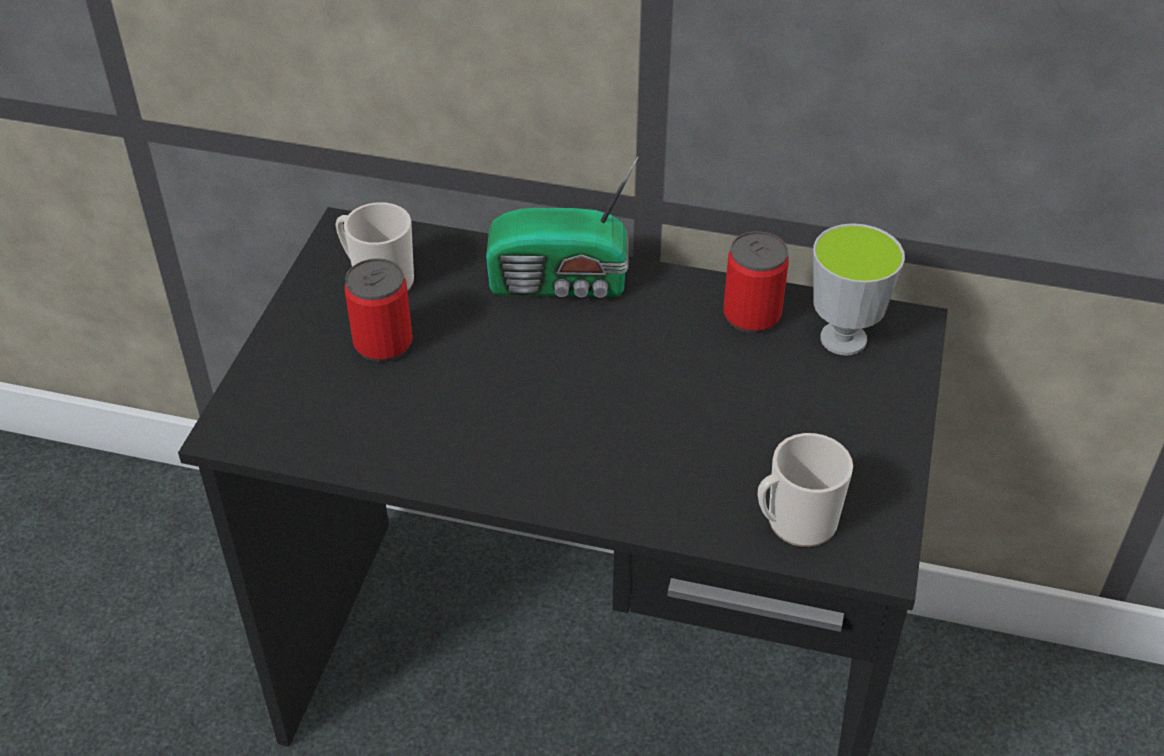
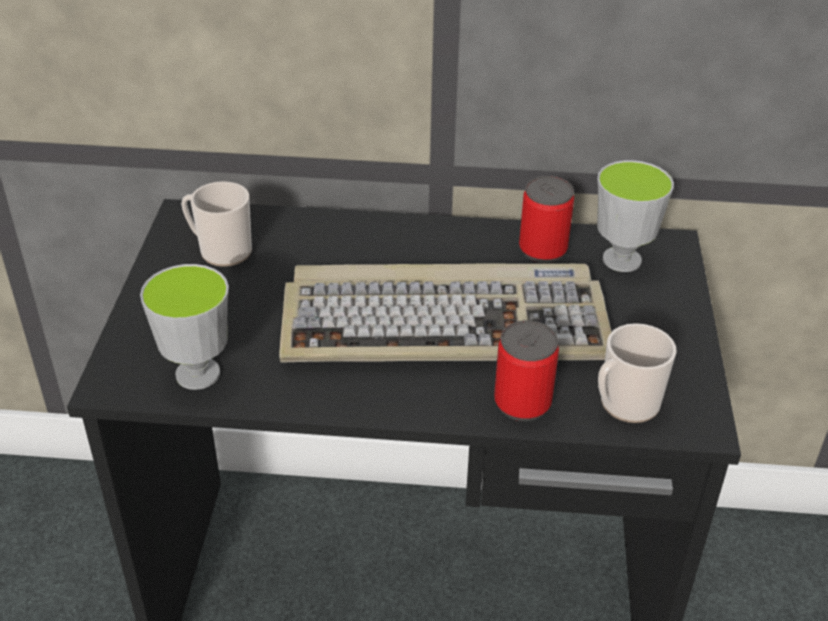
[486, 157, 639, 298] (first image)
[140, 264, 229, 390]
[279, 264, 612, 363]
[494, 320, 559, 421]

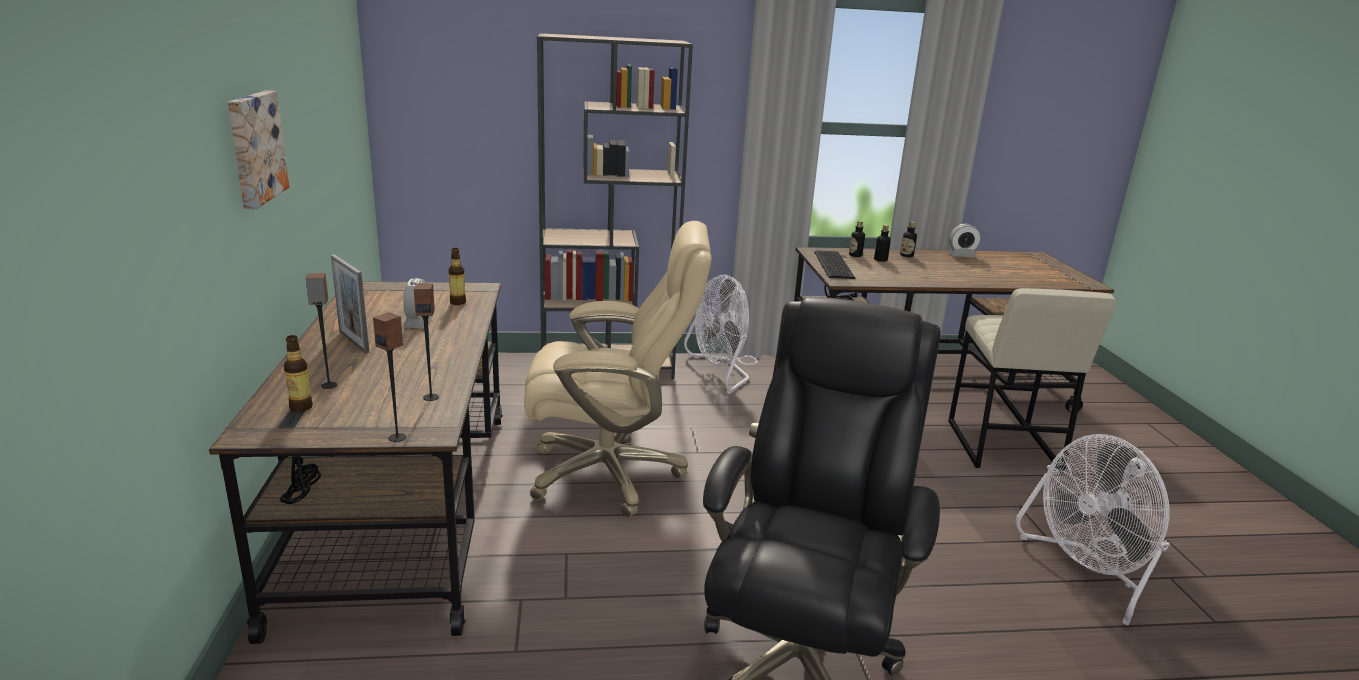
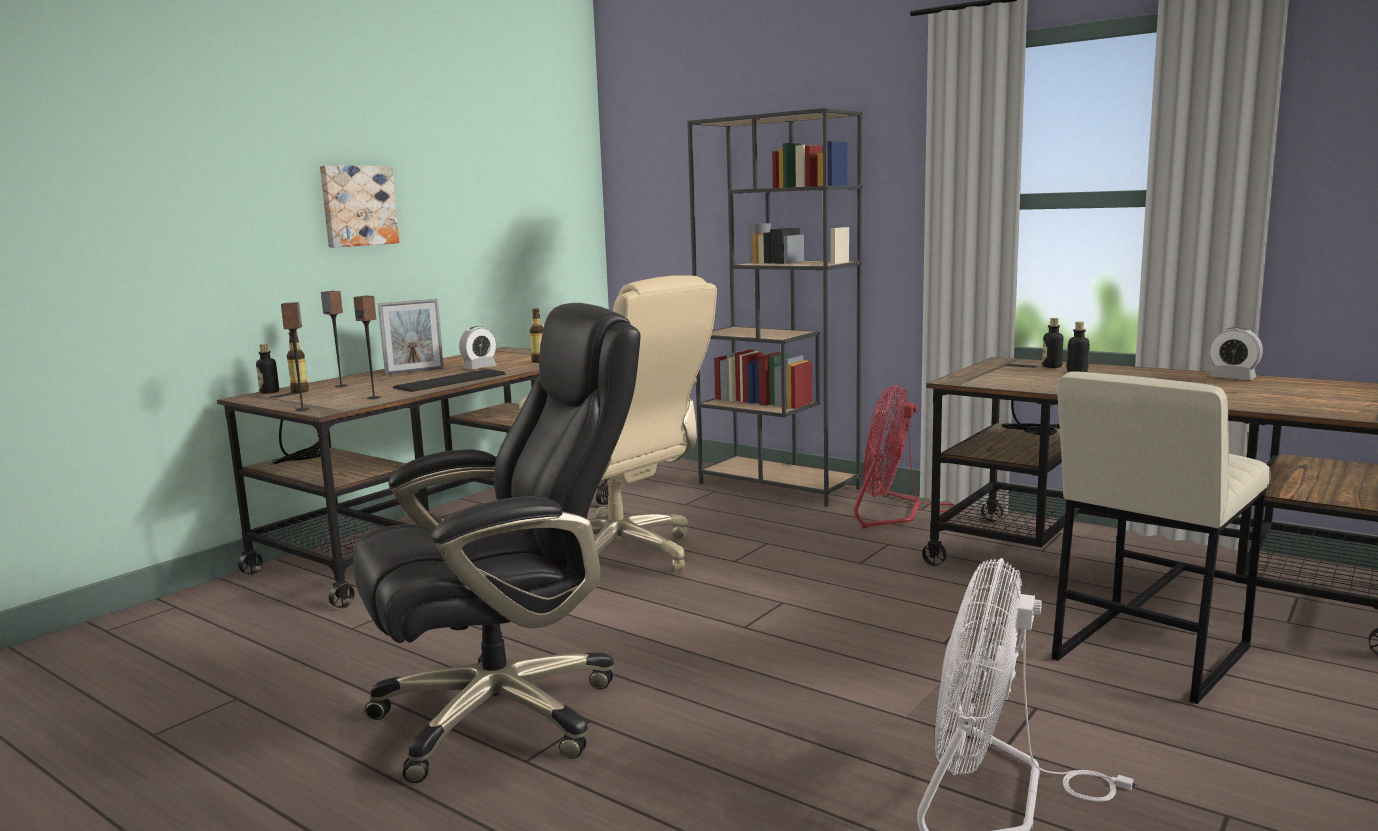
[393, 369, 506, 392]
[256, 344, 279, 394]
[854, 385, 968, 529]
[378, 299, 444, 375]

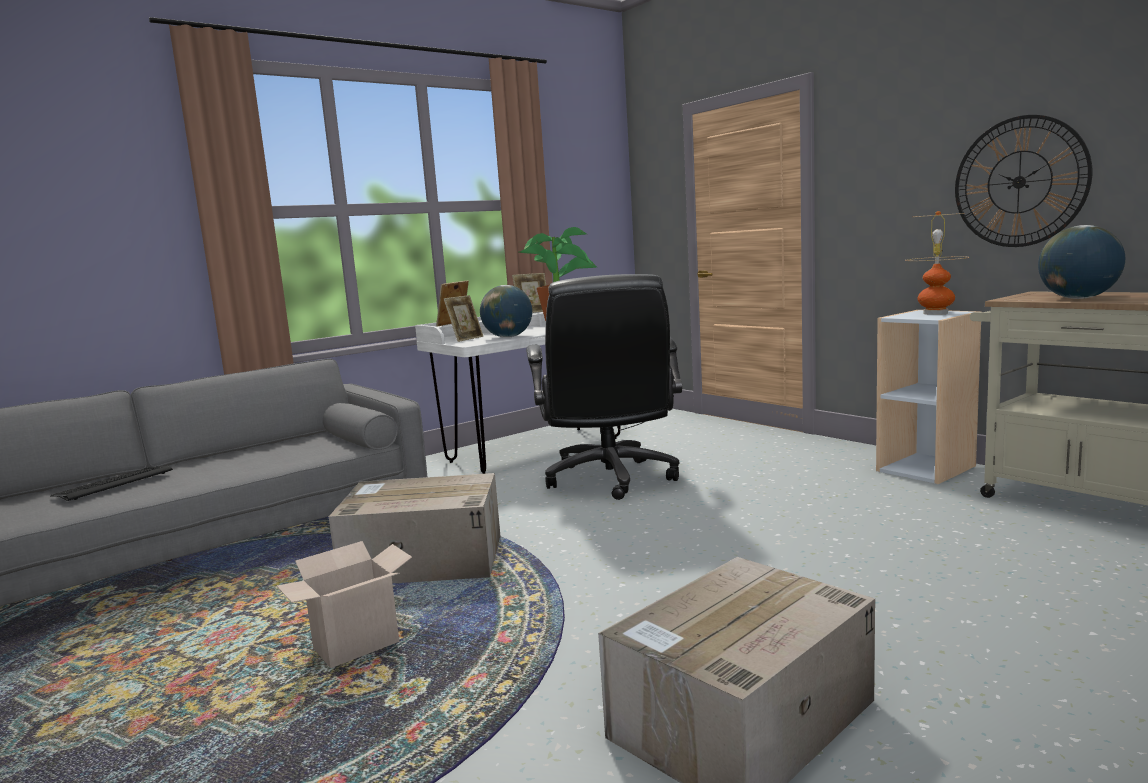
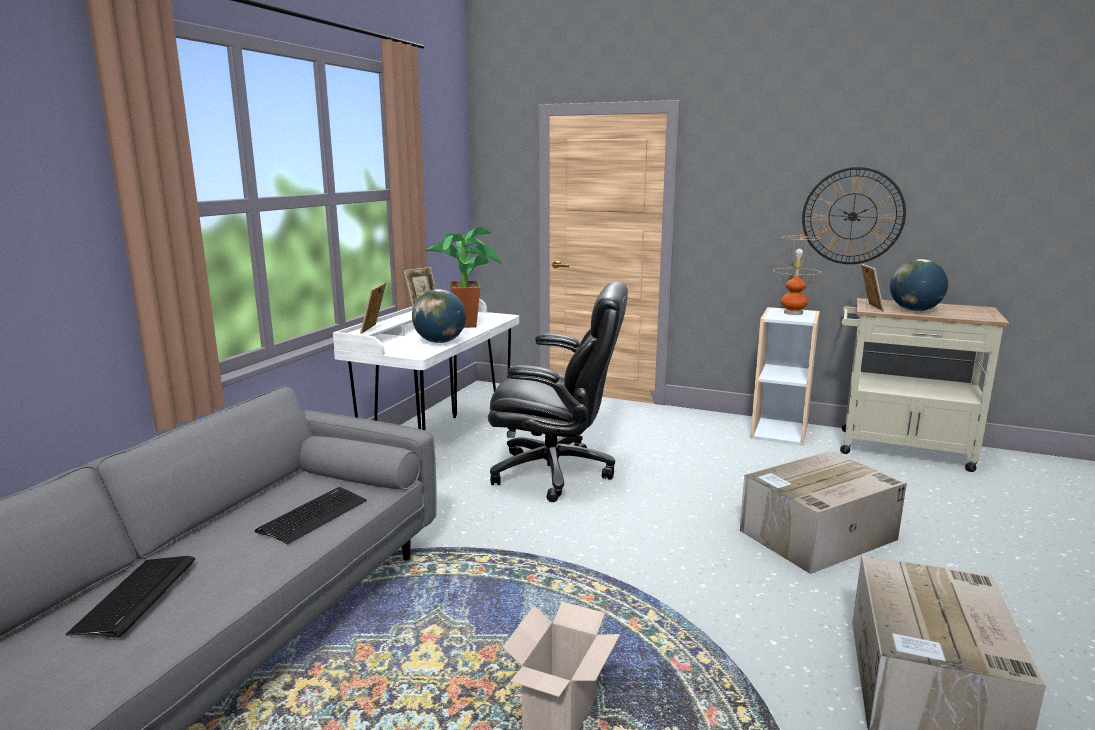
[255, 487, 367, 544]
[740, 451, 907, 574]
[861, 264, 884, 311]
[488, 282, 628, 502]

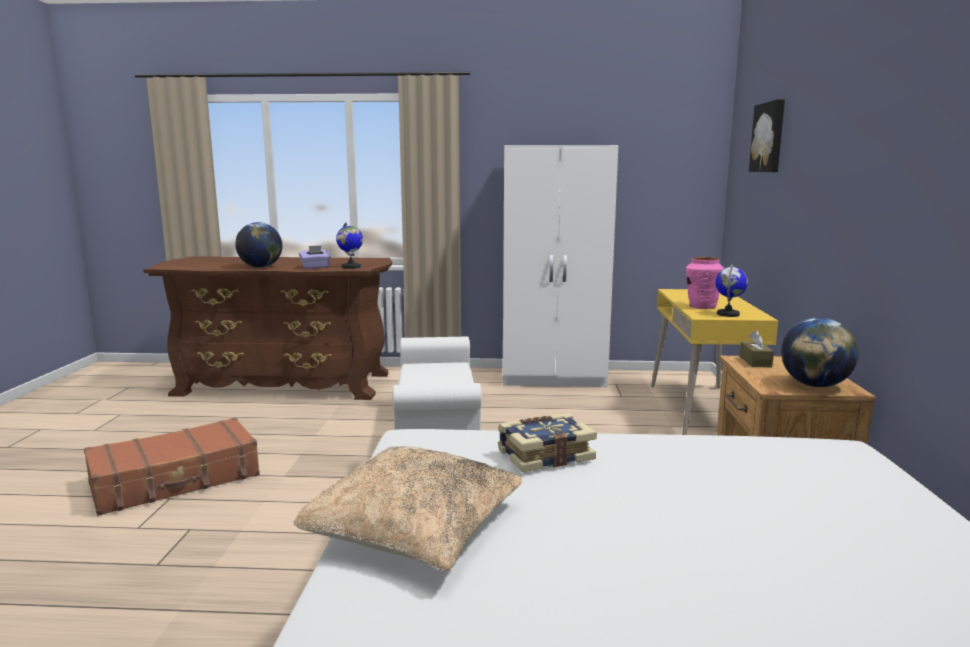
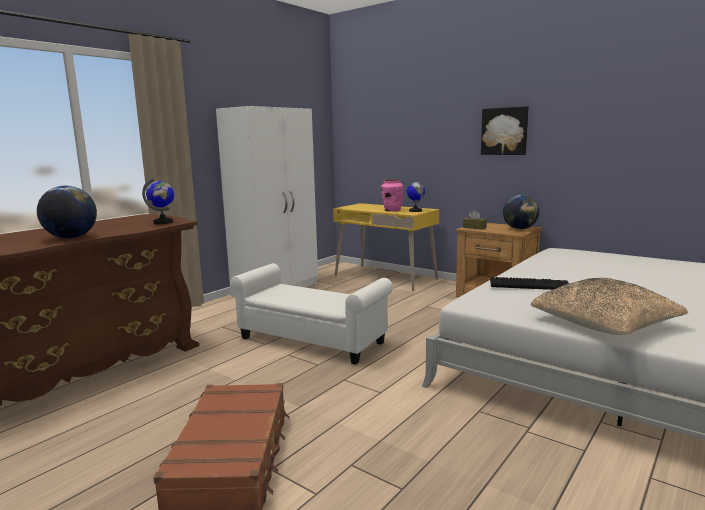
[299, 246, 331, 269] (first image)
[481, 106, 529, 155]
[490, 277, 569, 290]

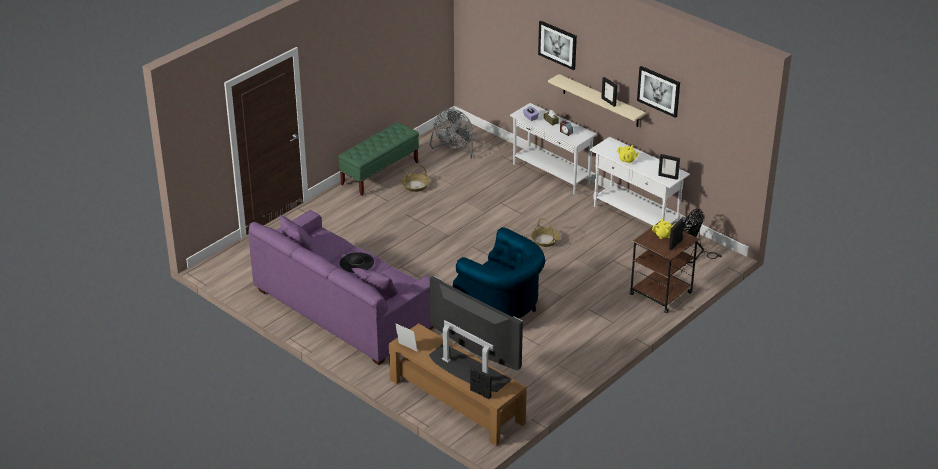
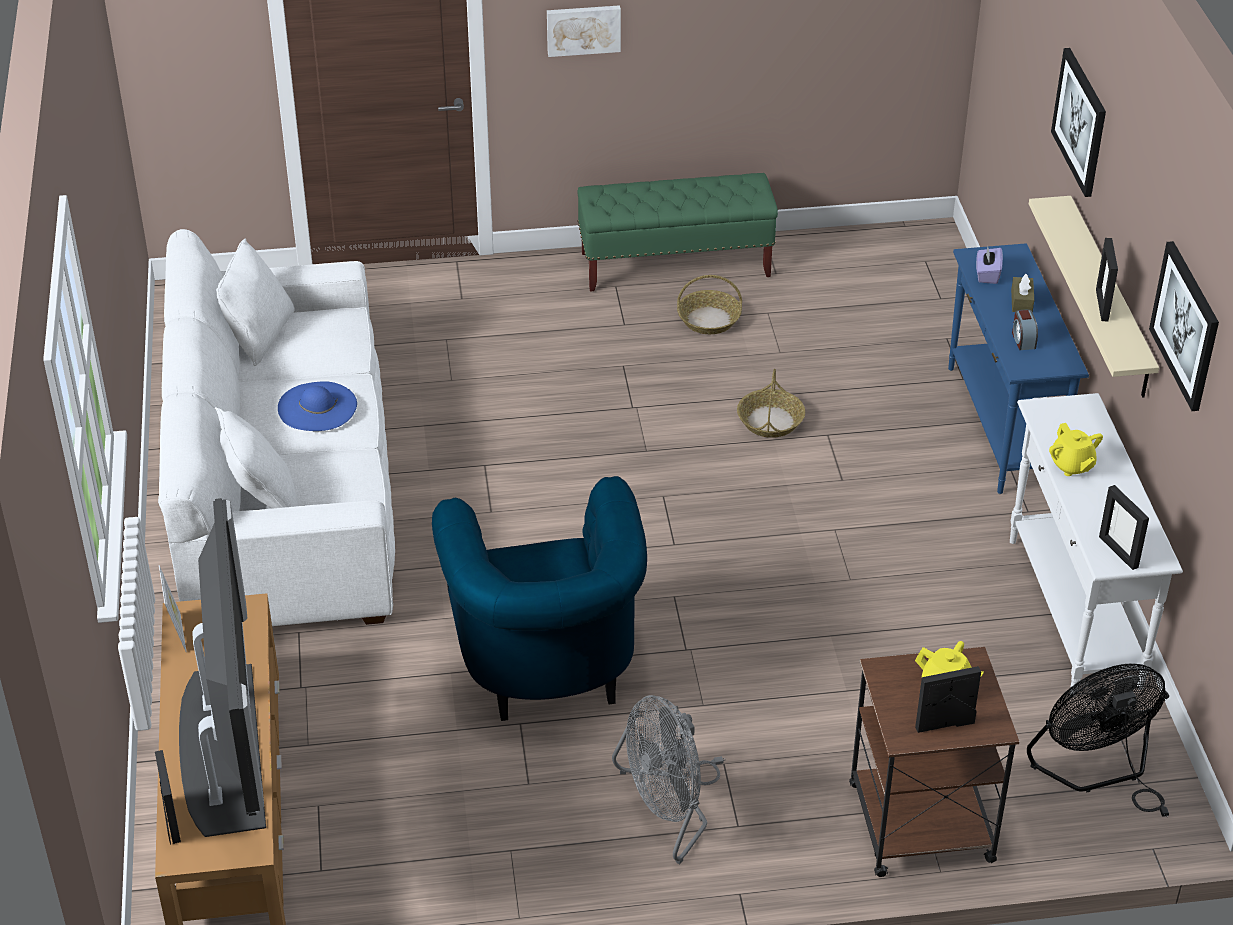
[547, 5, 621, 57]
[612, 695, 726, 864]
[737, 369, 805, 438]
[158, 229, 395, 626]
[278, 381, 357, 431]
[948, 243, 1089, 494]

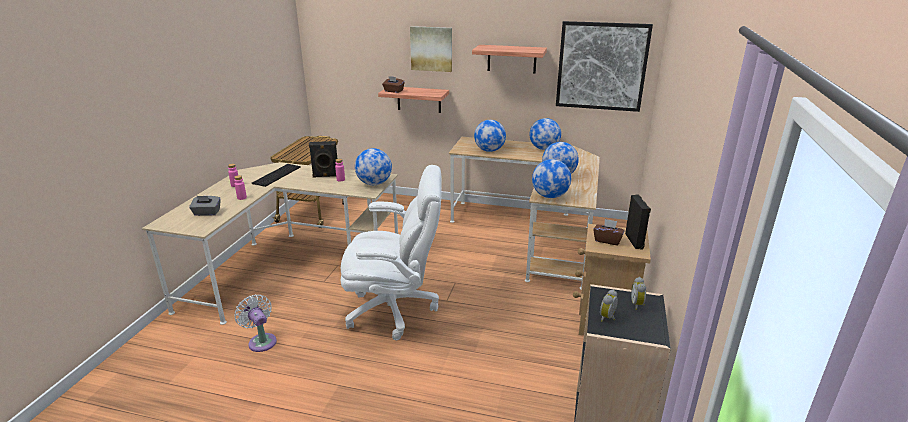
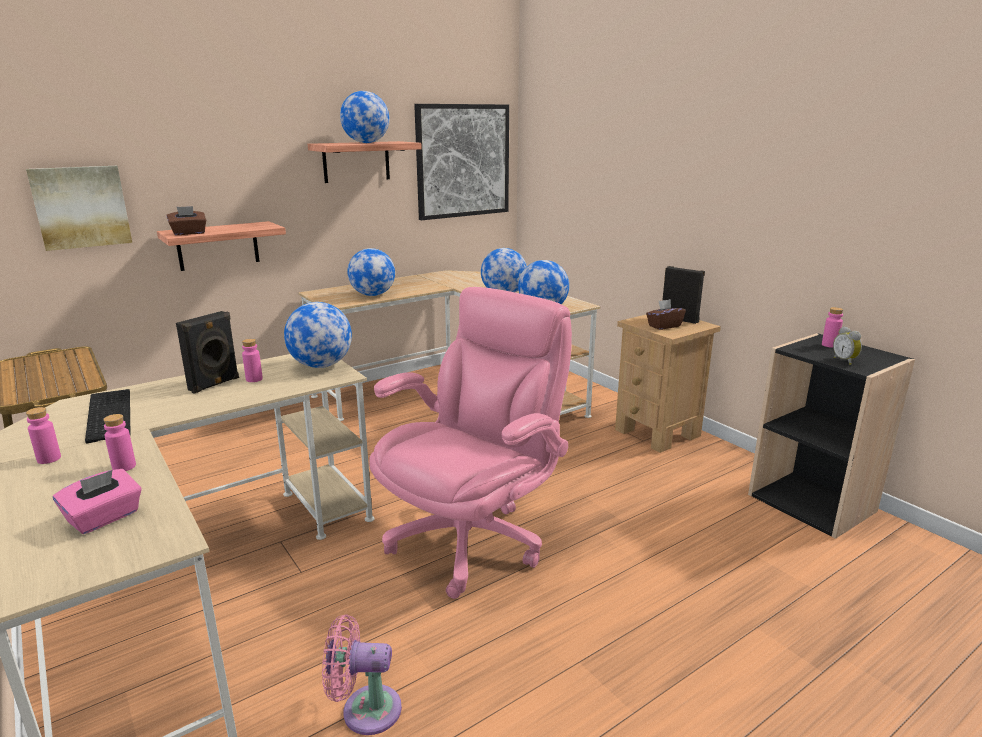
[26, 166, 132, 251]
[340, 91, 389, 143]
[822, 307, 843, 348]
[53, 469, 142, 534]
[322, 614, 402, 735]
[369, 287, 572, 599]

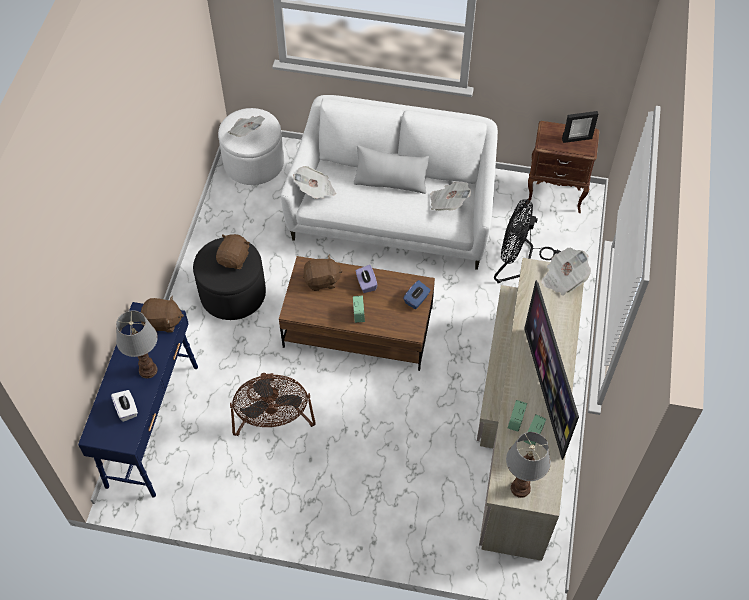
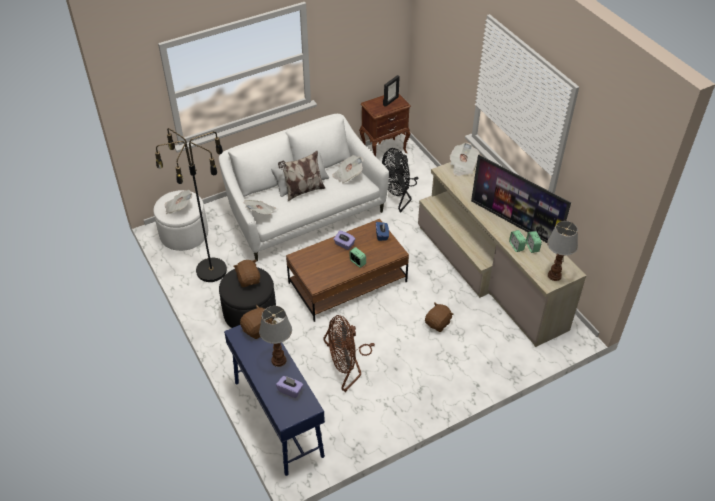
[155, 128, 227, 282]
[278, 151, 325, 201]
[425, 302, 453, 332]
[276, 376, 303, 398]
[323, 315, 375, 392]

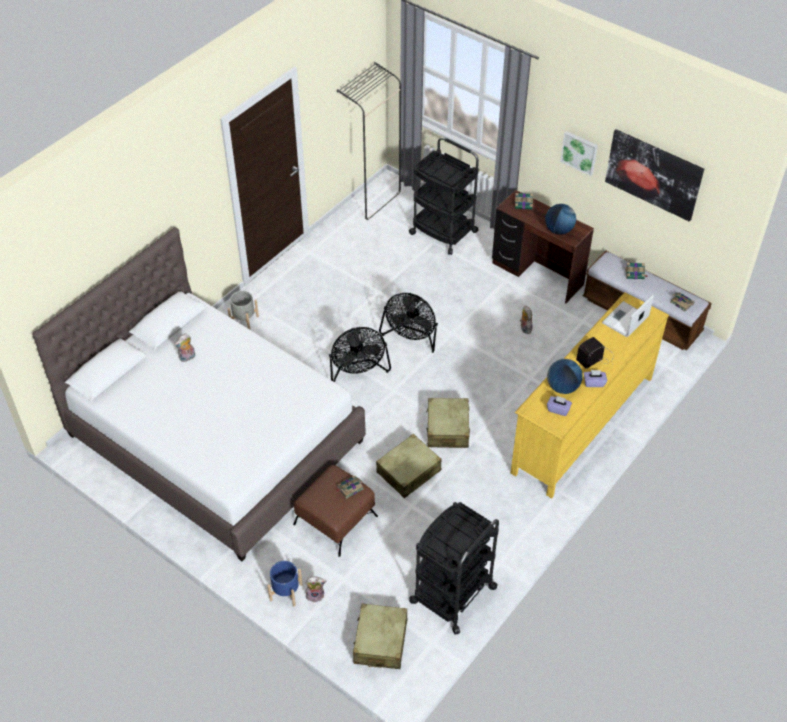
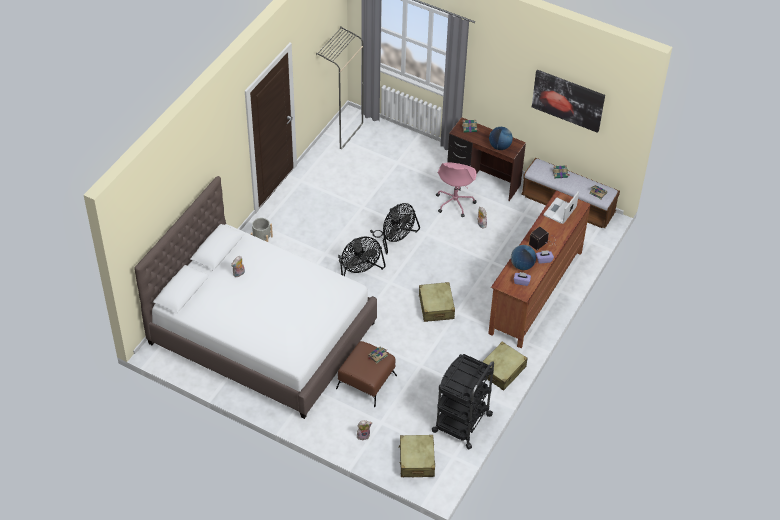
[267, 561, 303, 607] (first image)
[409, 137, 479, 255] (first image)
[560, 131, 598, 176] (first image)
[436, 163, 477, 217]
[483, 342, 527, 391]
[488, 190, 591, 348]
[370, 203, 420, 255]

